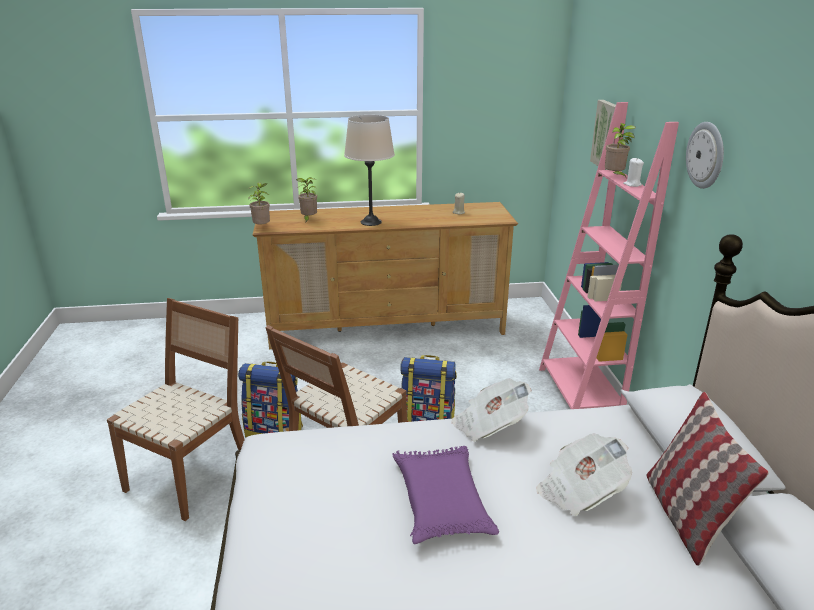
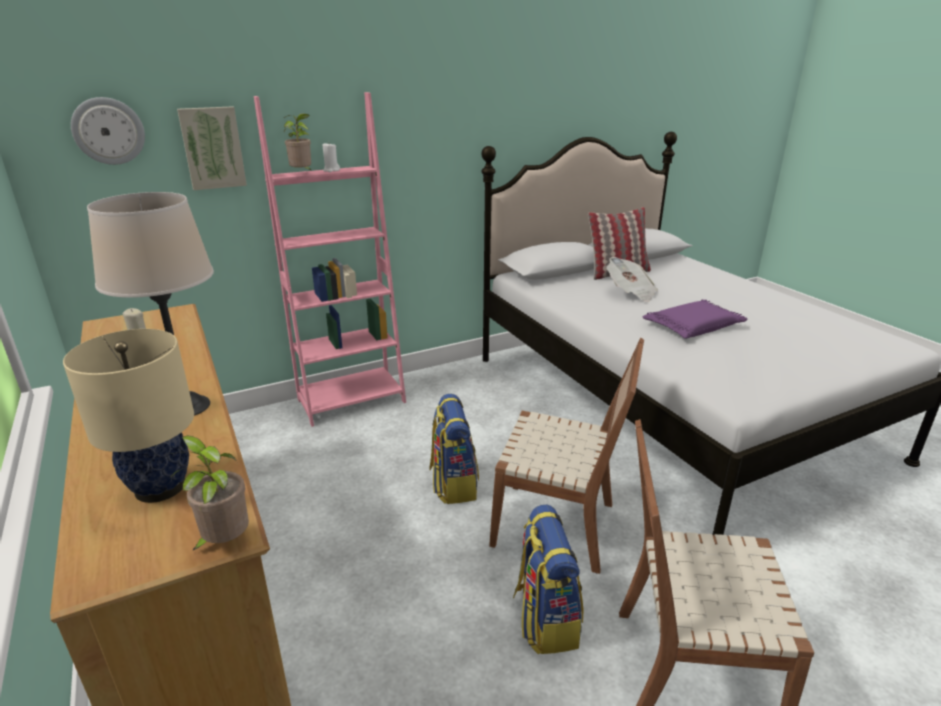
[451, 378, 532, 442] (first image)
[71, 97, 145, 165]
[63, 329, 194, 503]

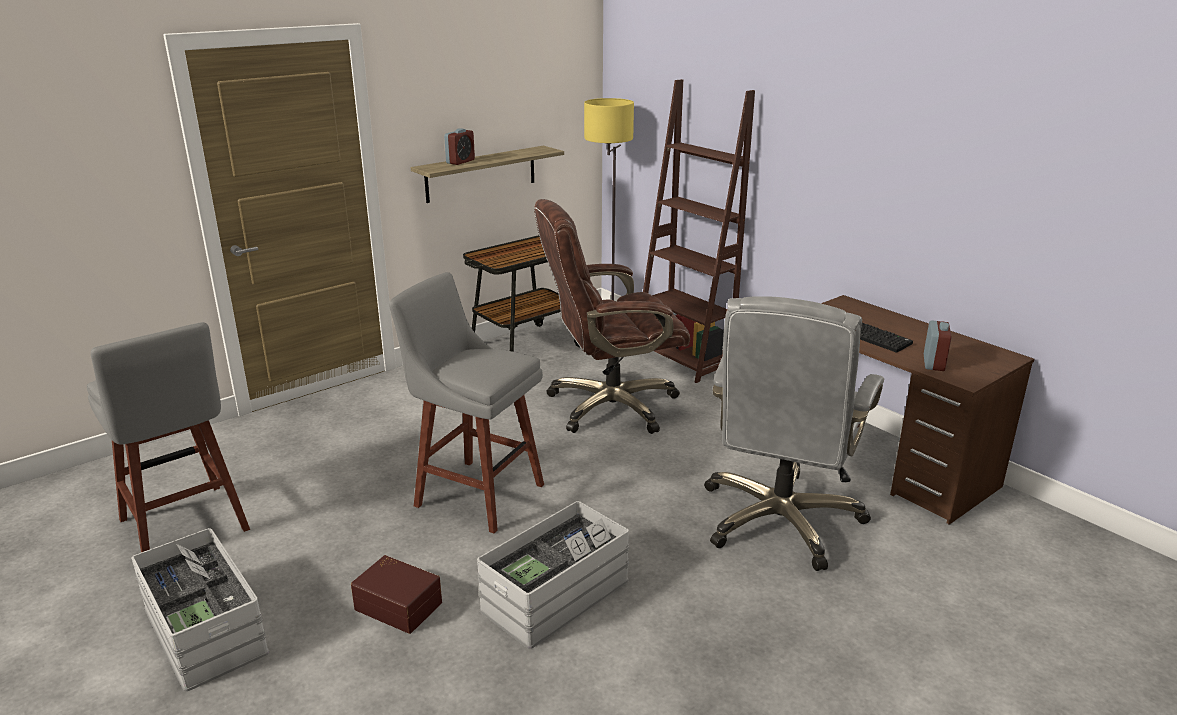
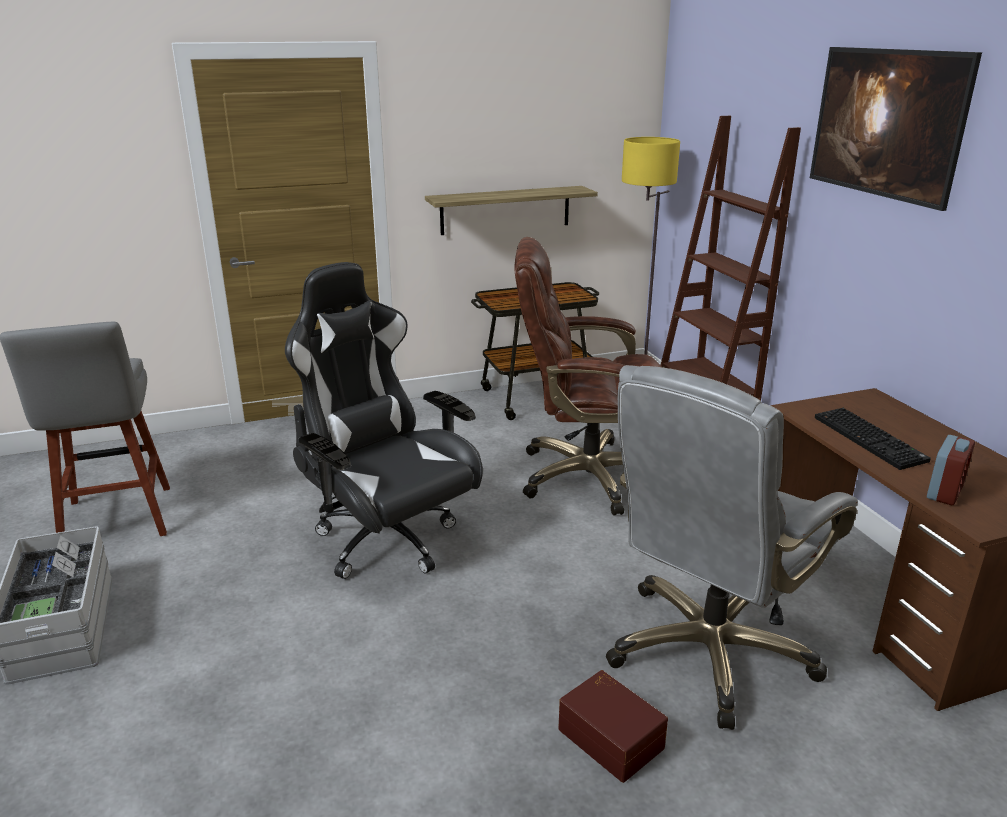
[444, 128, 475, 165] (first image)
[477, 501, 629, 649] (first image)
[810, 47, 982, 211]
[558, 670, 668, 783]
[285, 262, 483, 579]

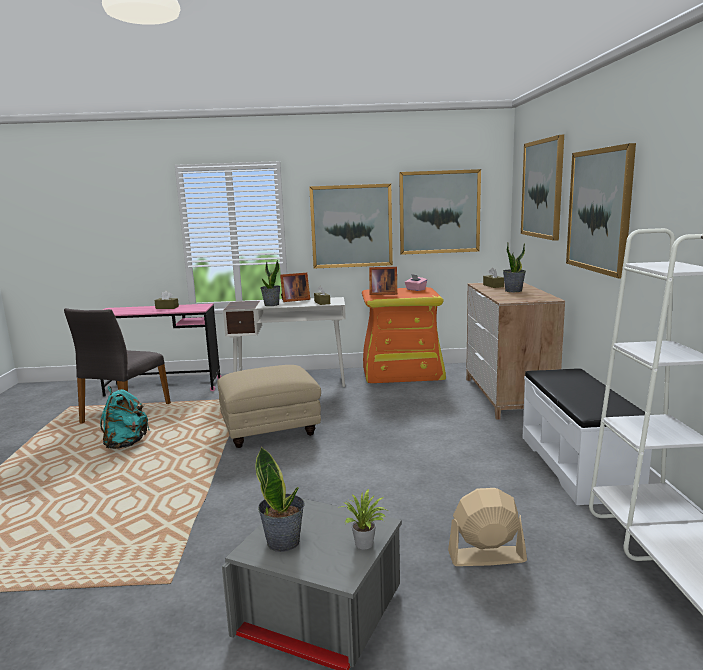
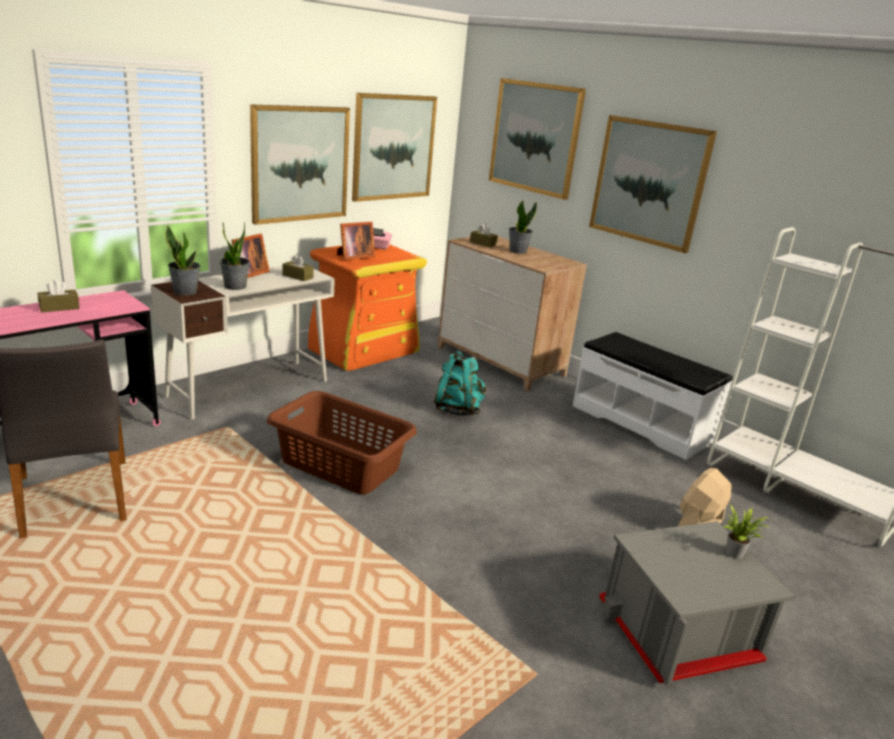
[434, 351, 486, 416]
[165, 225, 200, 296]
[267, 391, 417, 494]

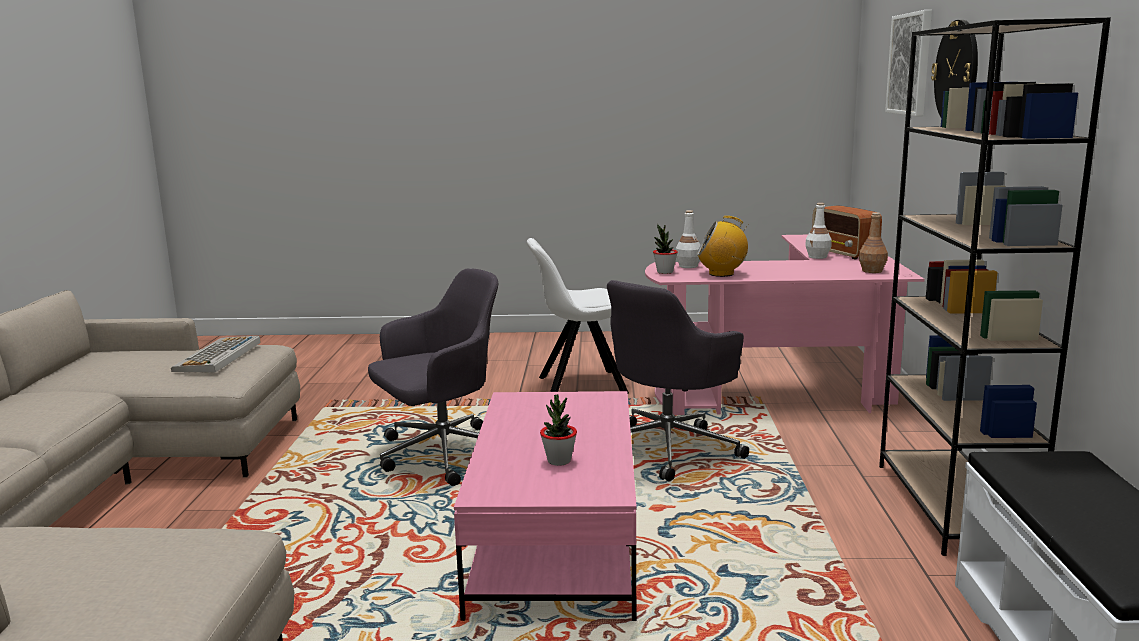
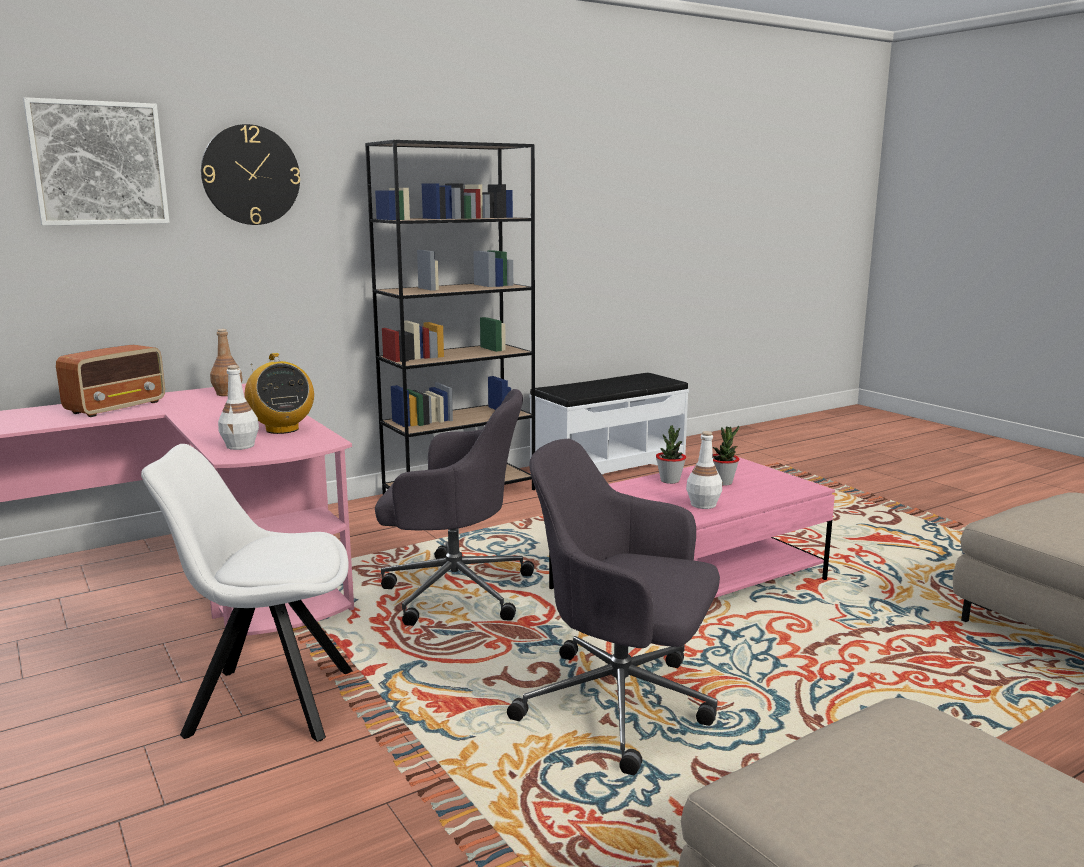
[171, 336, 261, 373] (first image)
[656, 425, 686, 484]
[686, 431, 722, 509]
[141, 444, 353, 742]

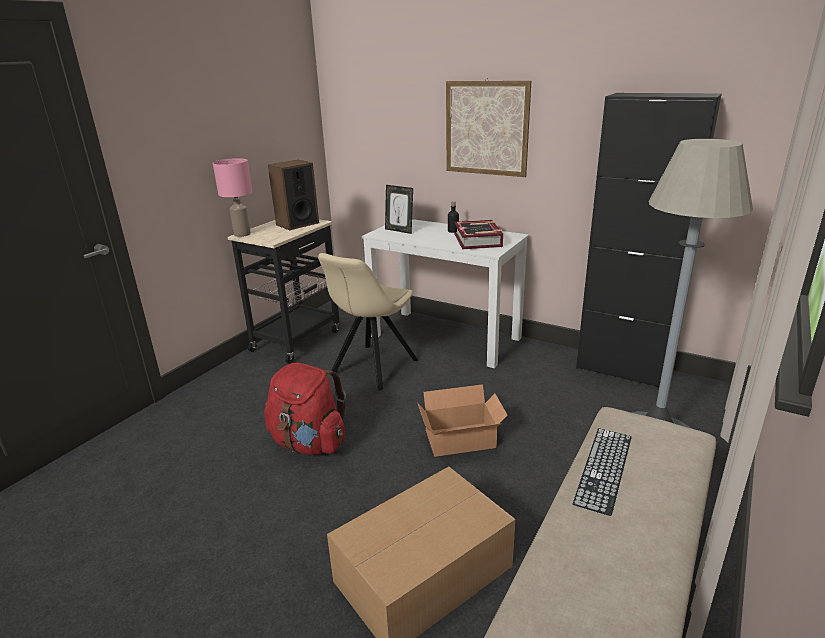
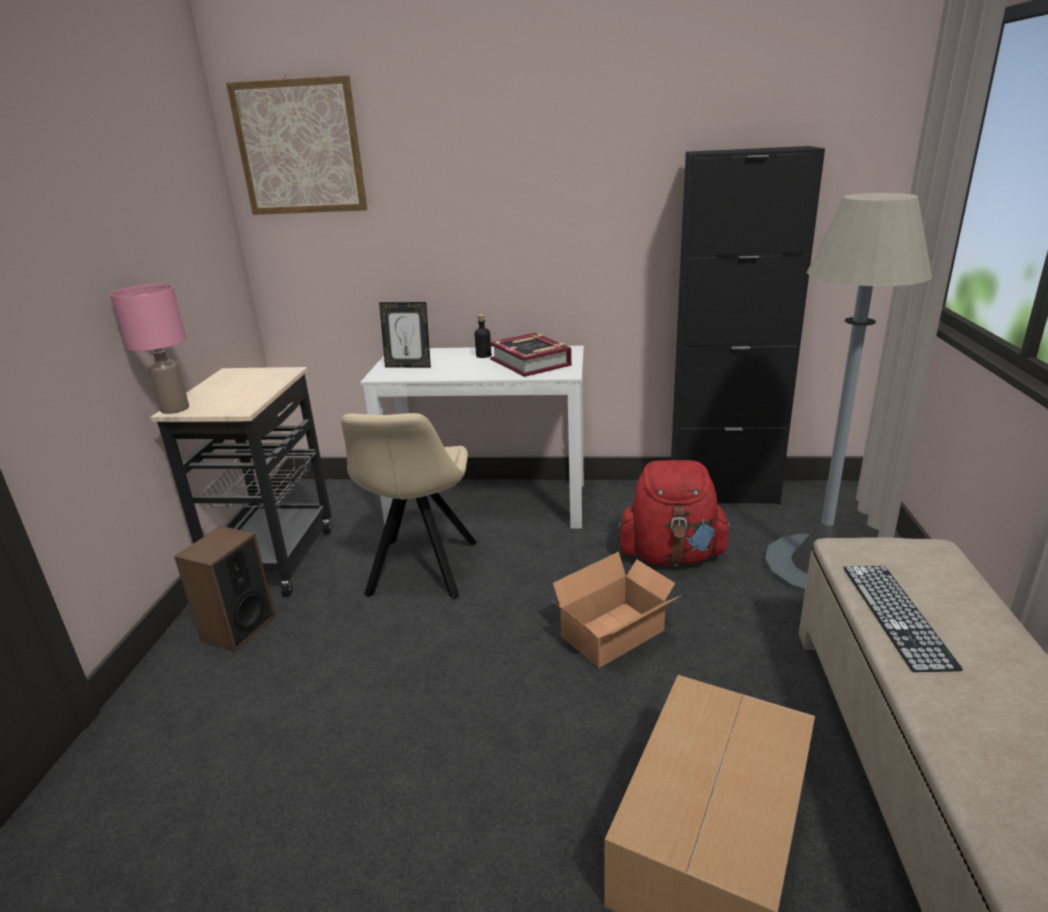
[618, 460, 732, 566]
[174, 526, 276, 652]
[226, 75, 367, 215]

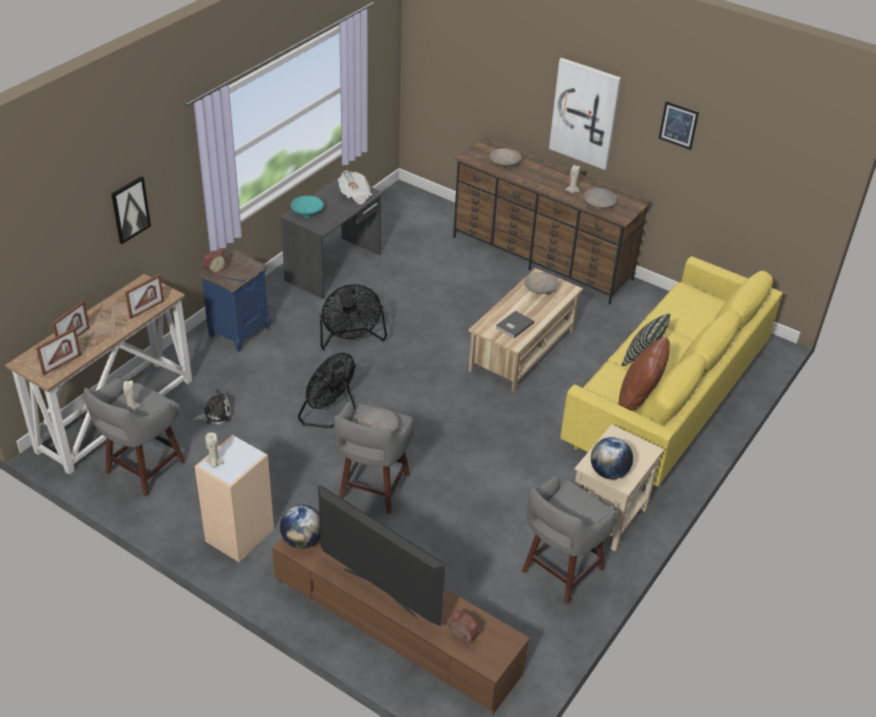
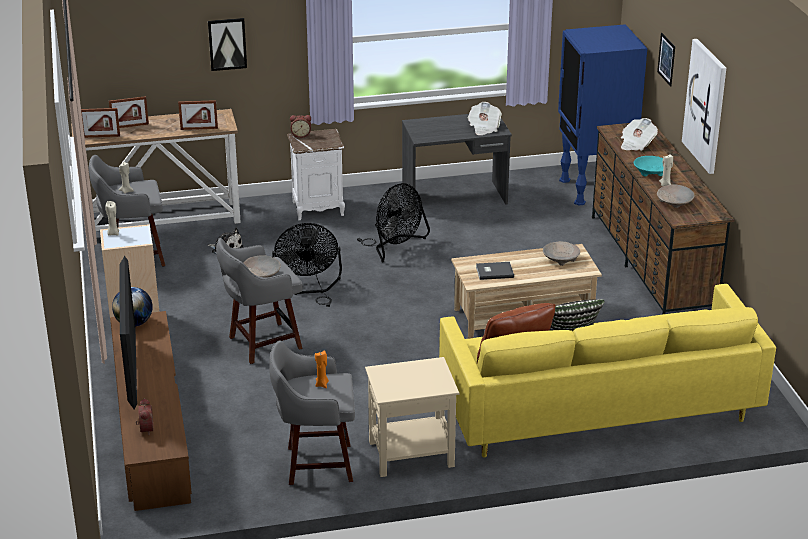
[591, 437, 633, 479] (first image)
[315, 351, 329, 388]
[558, 24, 647, 206]
[634, 156, 663, 176]
[657, 33, 675, 86]
[621, 118, 658, 151]
[287, 129, 345, 220]
[357, 183, 430, 262]

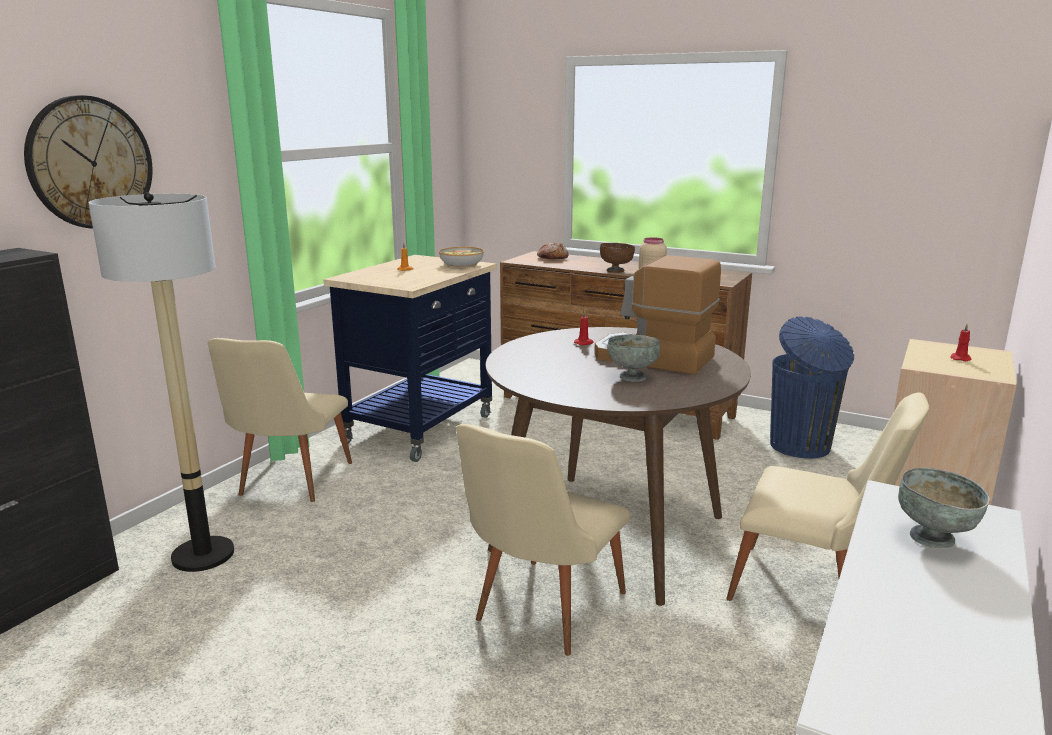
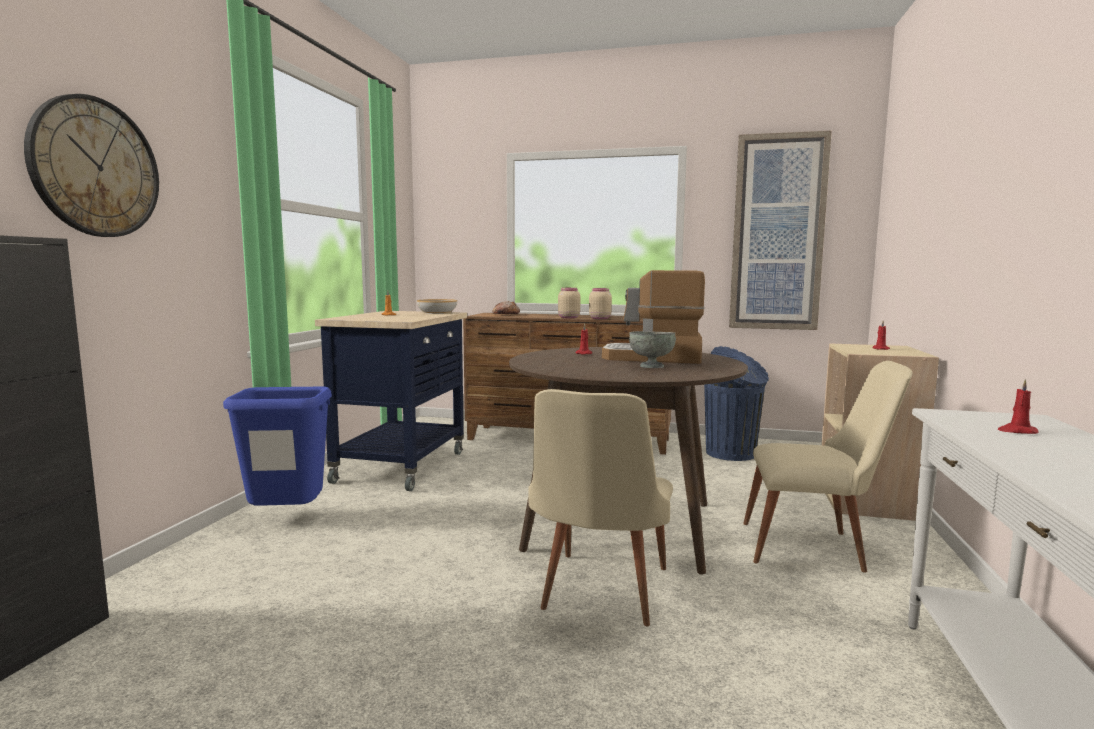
[89, 192, 234, 572] (first image)
[729, 131, 832, 330]
[223, 387, 332, 520]
[558, 288, 580, 318]
[998, 379, 1038, 434]

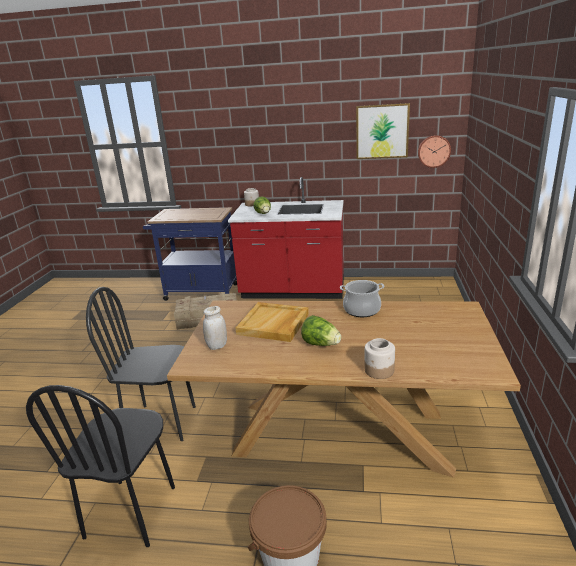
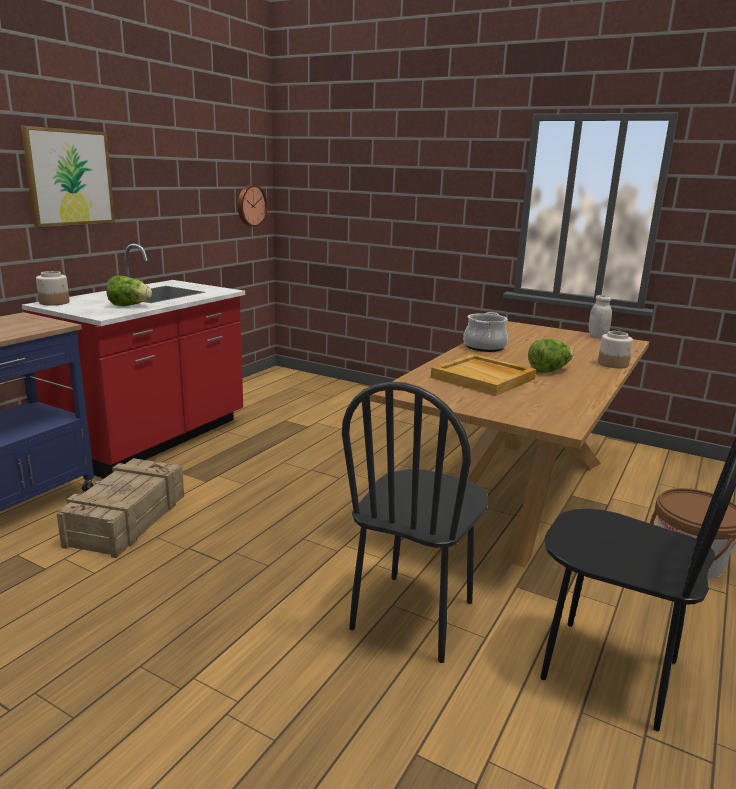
[589, 295, 612, 338]
[21, 126, 115, 227]

